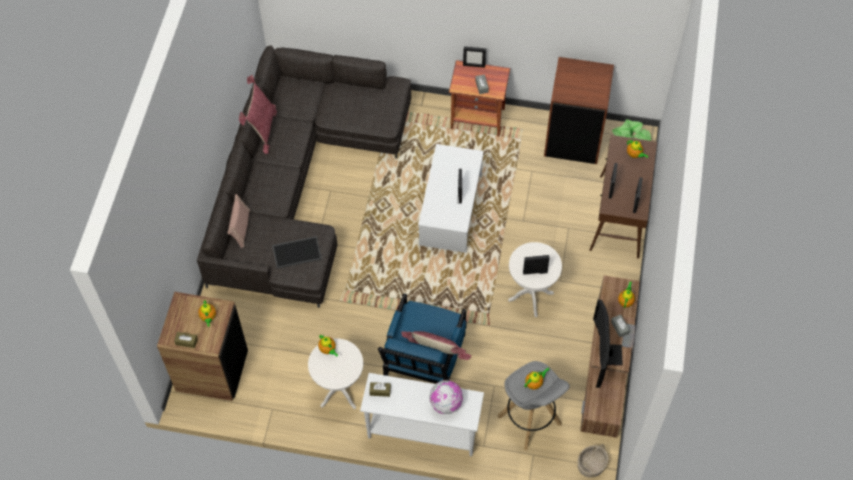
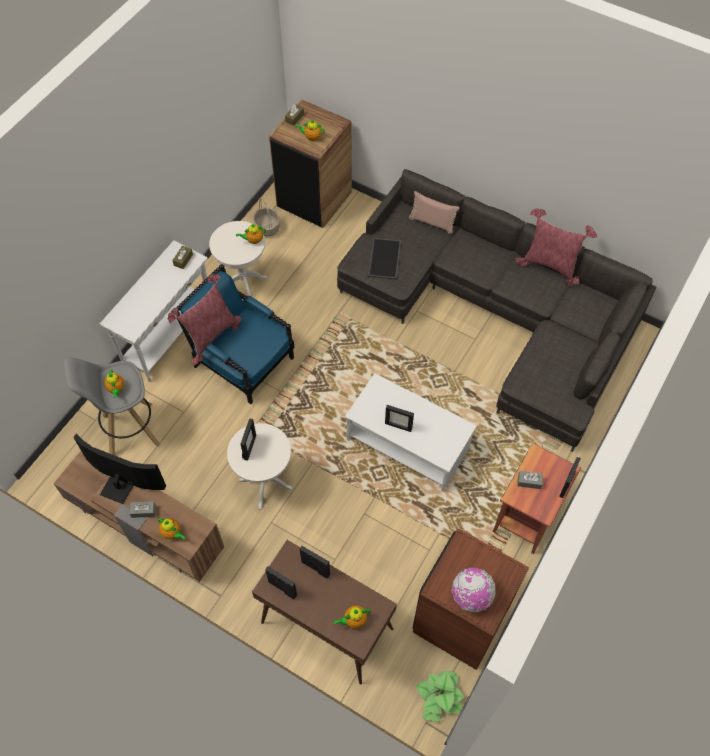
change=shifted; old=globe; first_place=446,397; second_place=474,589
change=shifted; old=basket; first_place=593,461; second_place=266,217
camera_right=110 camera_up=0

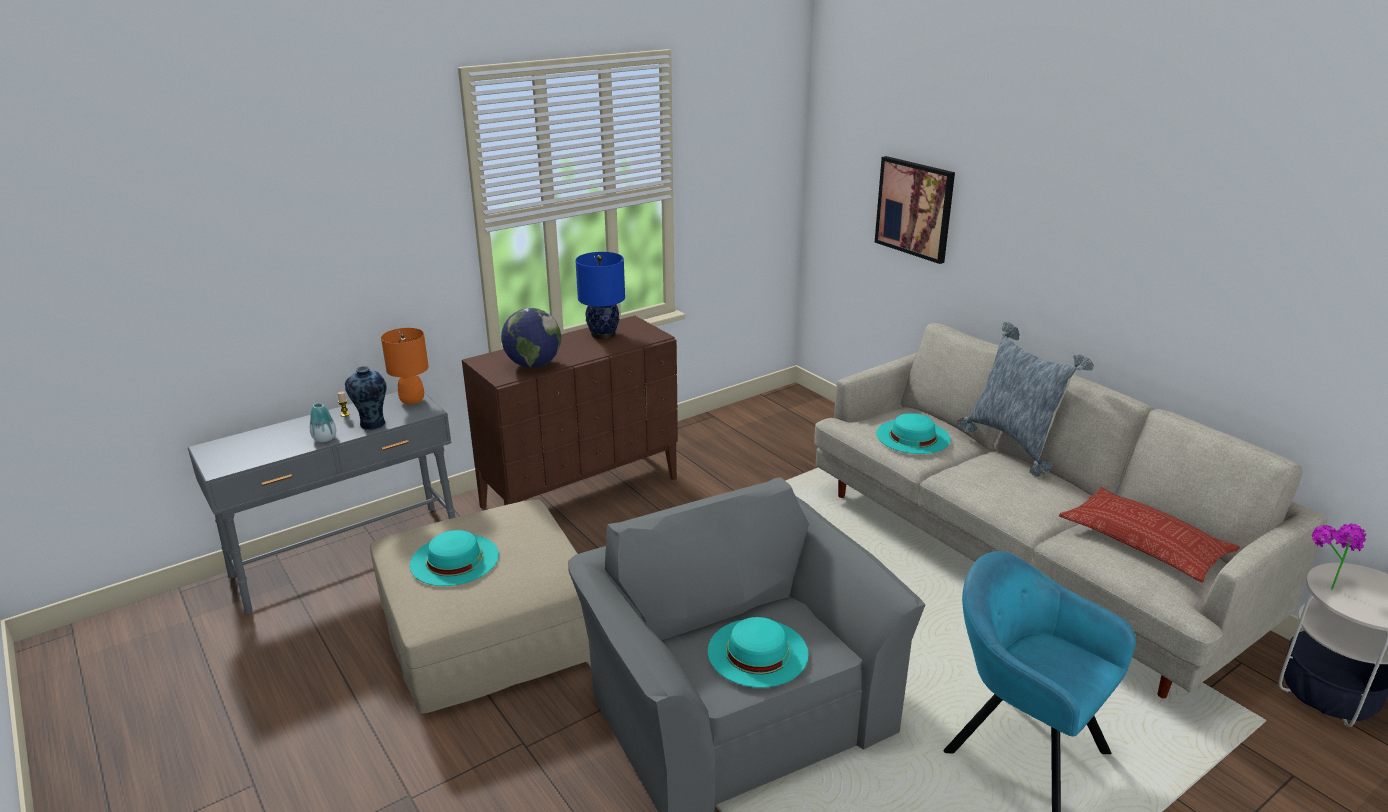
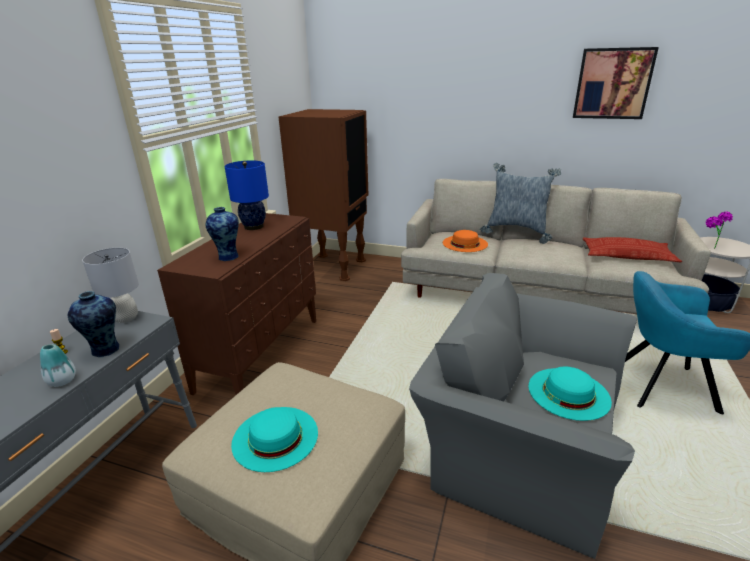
change=repainted; old=orange table lamp; new=grey table lamp; first_place=405,366; second_place=110,285
change=swapped; old=globe; new=vase; first_place=531,338; second_place=222,234
change=shifted; old=picture; first_place=915,210; second_place=616,83
change=repainted; old=turquoise hat; new=orange hat; first_place=913,433; second_place=465,241
change=new; new=brown cabinet; second_place=323,195
camera_right=-35 camera_up=0

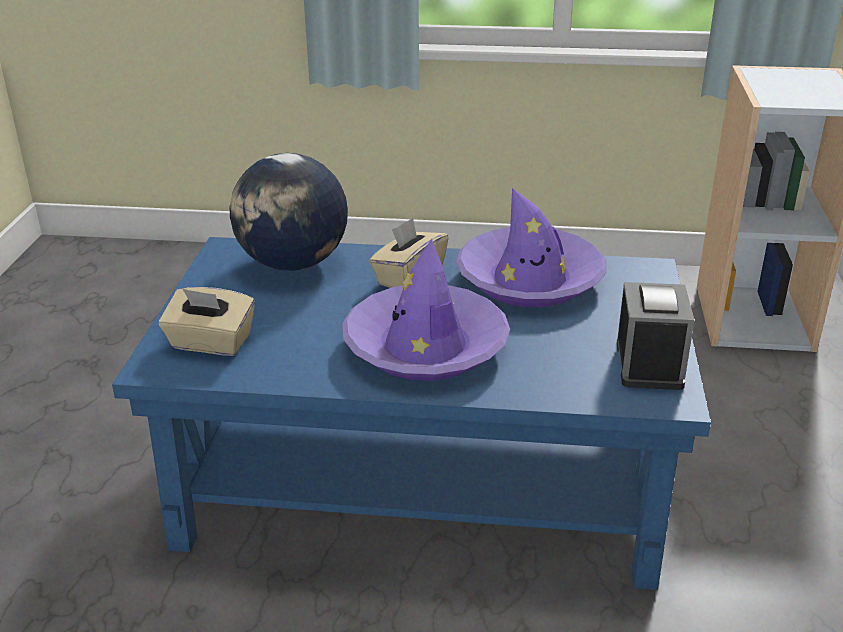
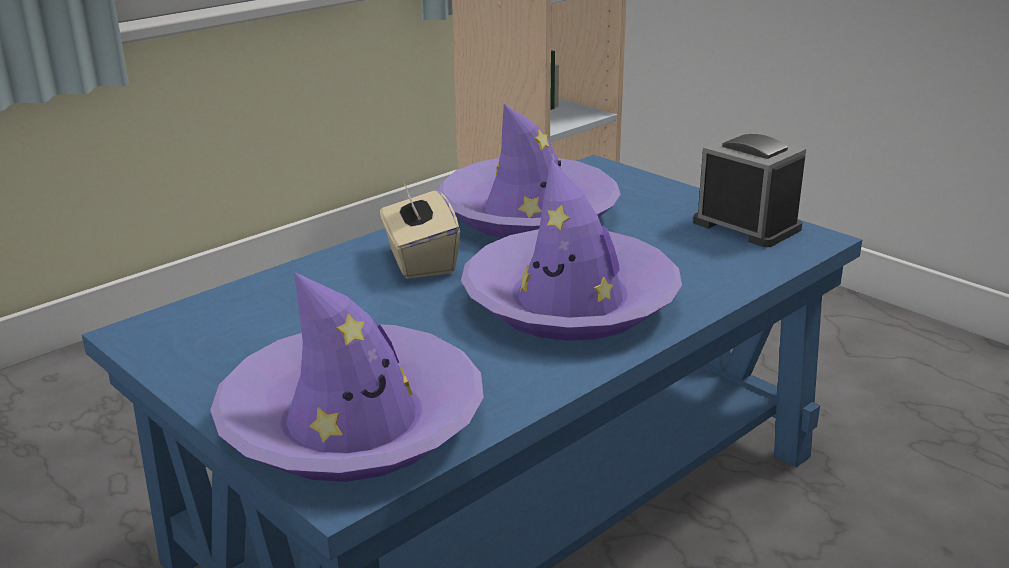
change=swapped; old=beige tissue box; new=purple hat; first_place=207,321; second_place=347,377
change=gone; old=globe; first_place=289,212
camera_right=-50 camera_up=-5

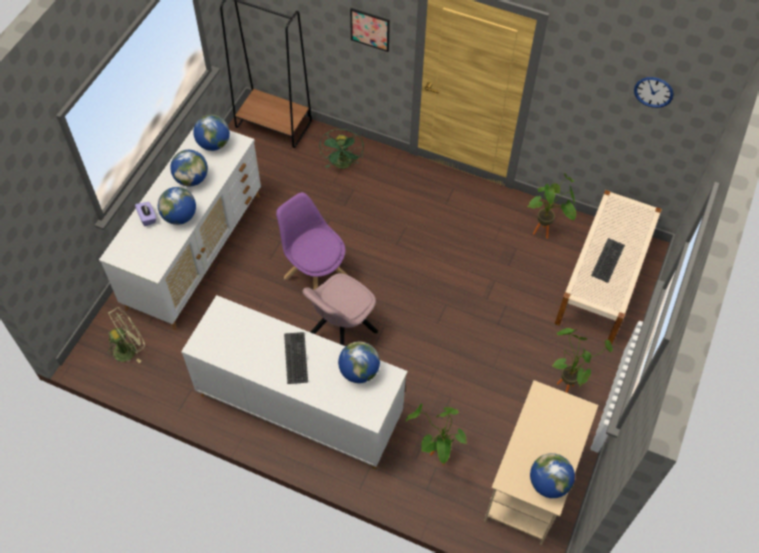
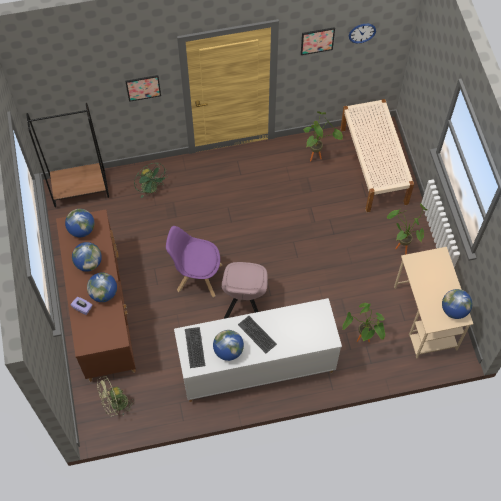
change=repainted; old=white dresser; new=brown dresser; first_place=180,229; second_place=96,295
change=rotated; old=green fan; first_place=125,335; second_place=115,396; degrees=-135
change=shifted; old=globe; first_place=359,362; second_place=228,345
change=shifted; old=keyboard; first_place=608,260; second_place=195,347
change=new; new=picture; second_place=318,41
camera_right=-35 camera_up=5

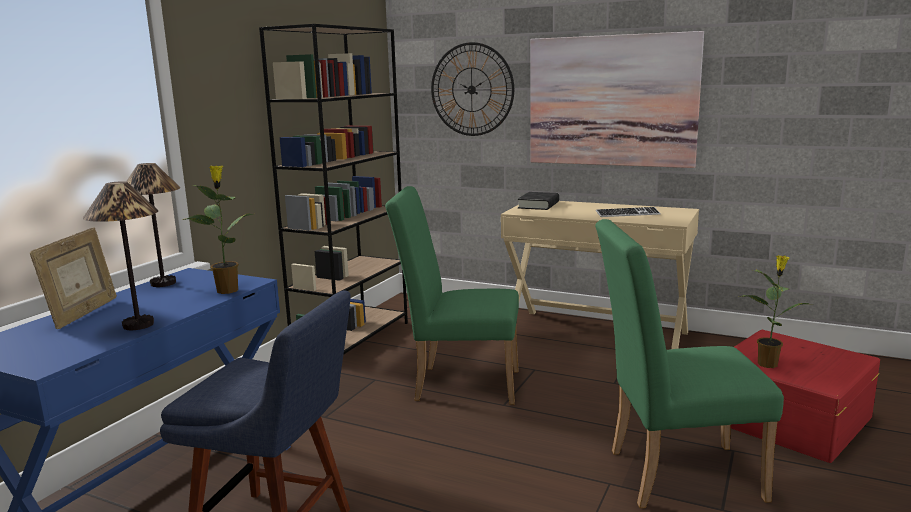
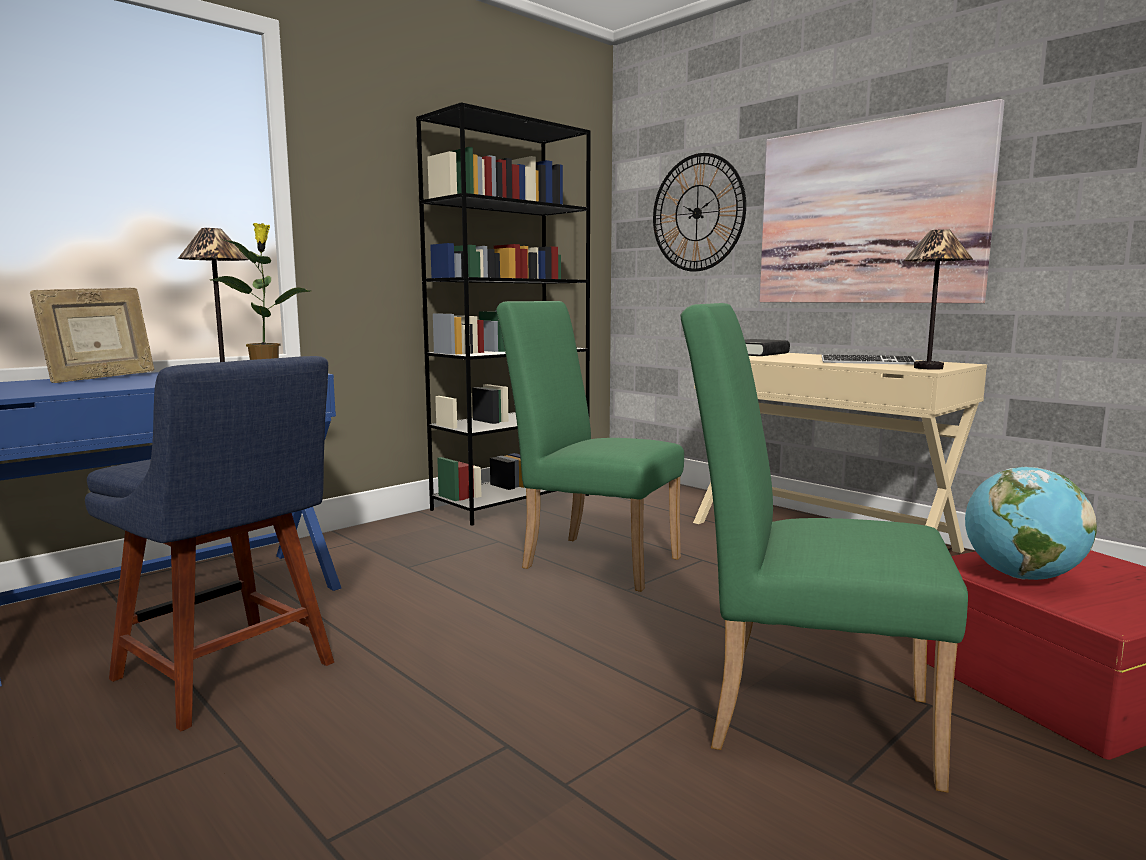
change=shifted; old=table lamp; first_place=120,255; second_place=938,299
change=repainted; old=beige bookcase; new=black bookcase; first_place=333,189; second_place=503,314
change=swapped; old=potted plant; new=globe; first_place=773,311; second_place=1031,523
camera_right=20 camera_up=-5

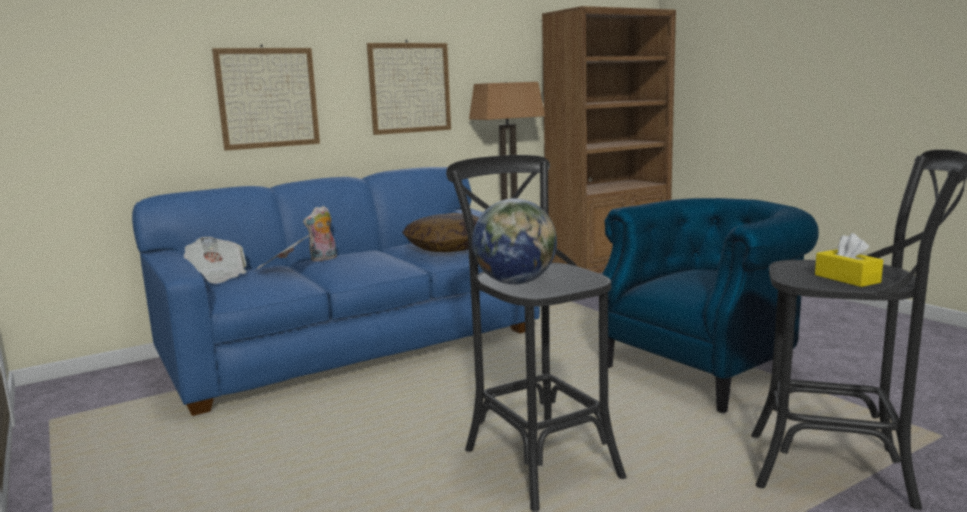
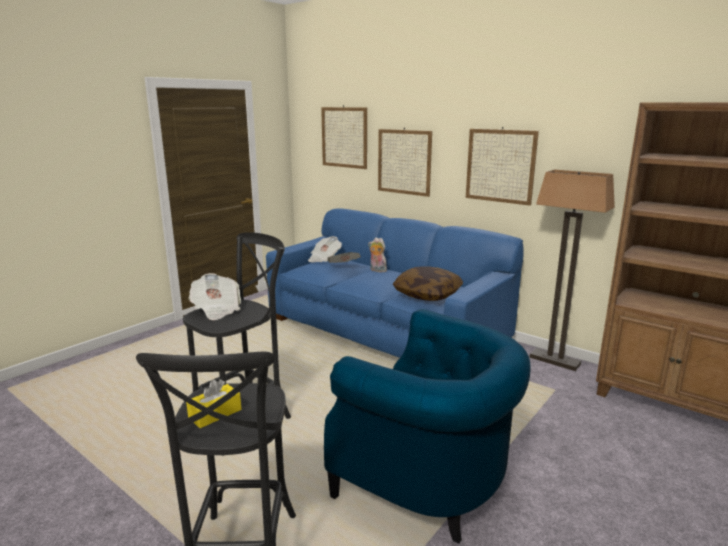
change=swapped; old=globe; new=newspaper; first_place=514,241; second_place=214,296
change=new; new=picture; second_place=344,137
camera_right=70 camera_up=5

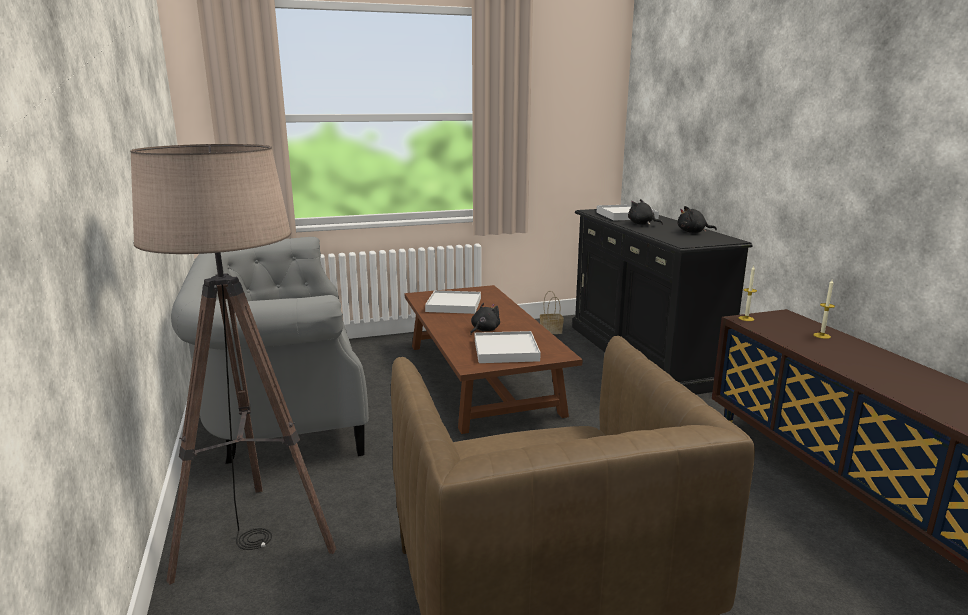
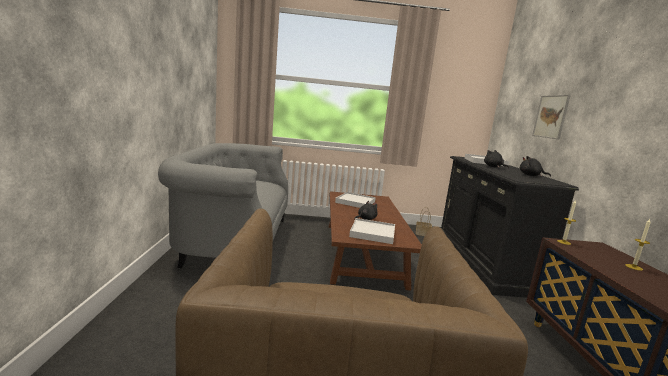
change=gone; old=floor lamp; first_place=233,364
change=new; new=picture; second_place=551,117
camera_right=15 camera_up=-5

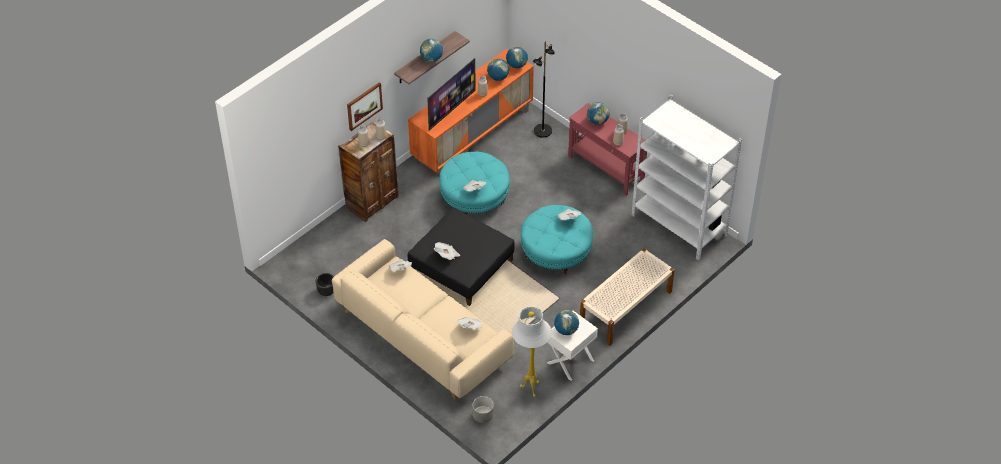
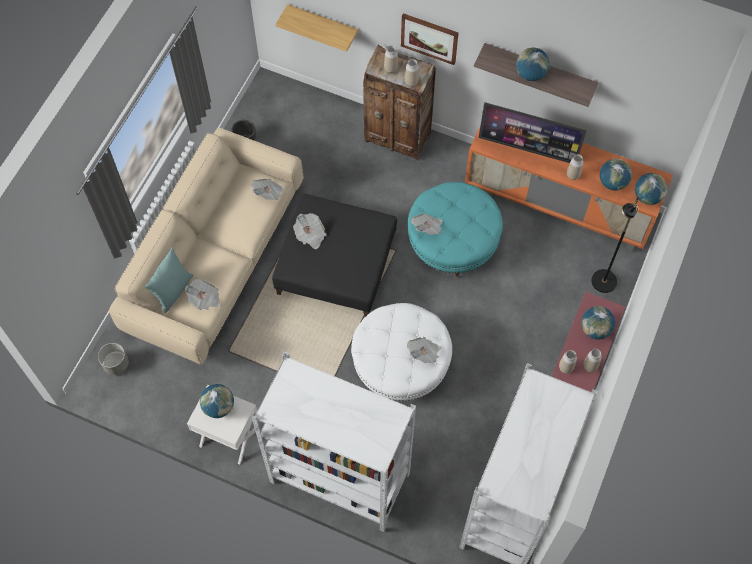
change=gone; old=white floor lamp; first_place=532,351
change=repainted; old=turquoise ottoman; new=white ottoman; first_place=557,240; second_place=401,352
change=swapped; old=beige bench; new=white bookcase; first_place=627,297; second_place=333,442
change=new; new=turquoise pillow; second_place=169,280
change=new; new=shelf; second_place=316,28
camera_right=70 camera_up=15

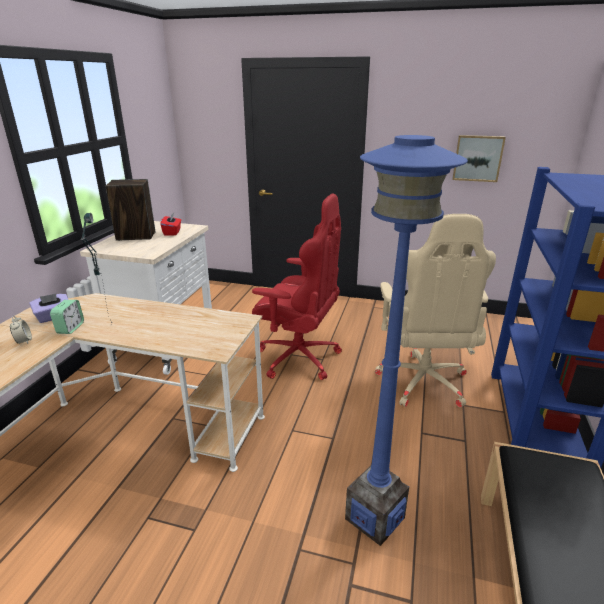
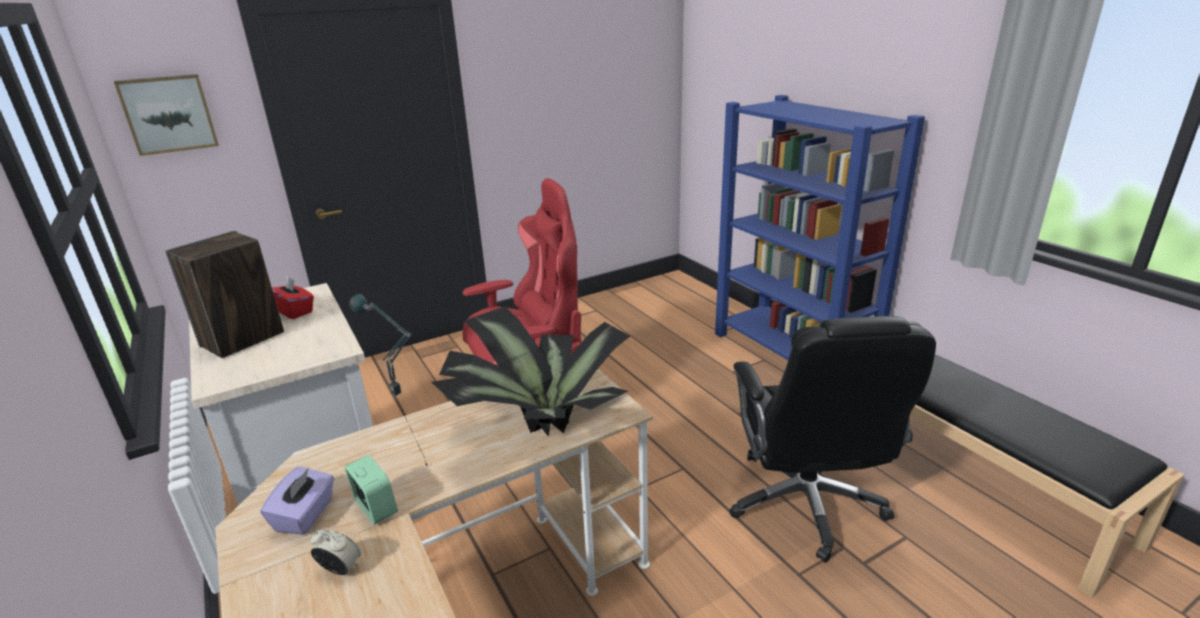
change=swapped; old=blue floor lamp; new=black office chair; first_place=406,340; second_place=832,439
change=gone; old=beige office chair; first_place=435,310
change=shifted; old=picture; first_place=479,158; second_place=166,115
change=new; new=potted plant; second_place=531,371
camera_right=-45 camera_up=0

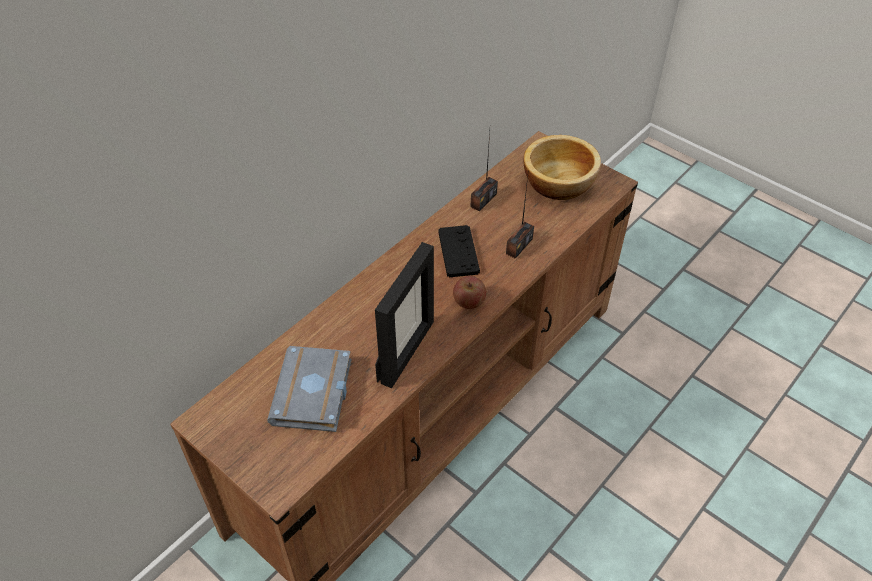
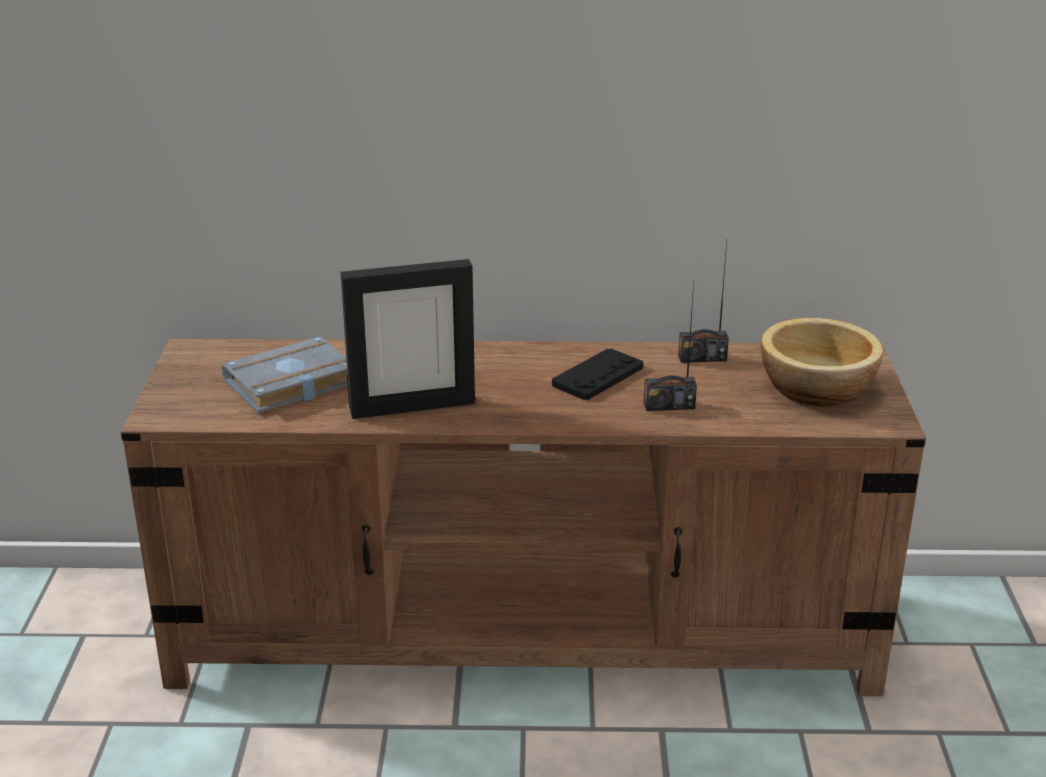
change=gone; old=apple; first_place=469,292
camera_right=50 camera_up=-20

